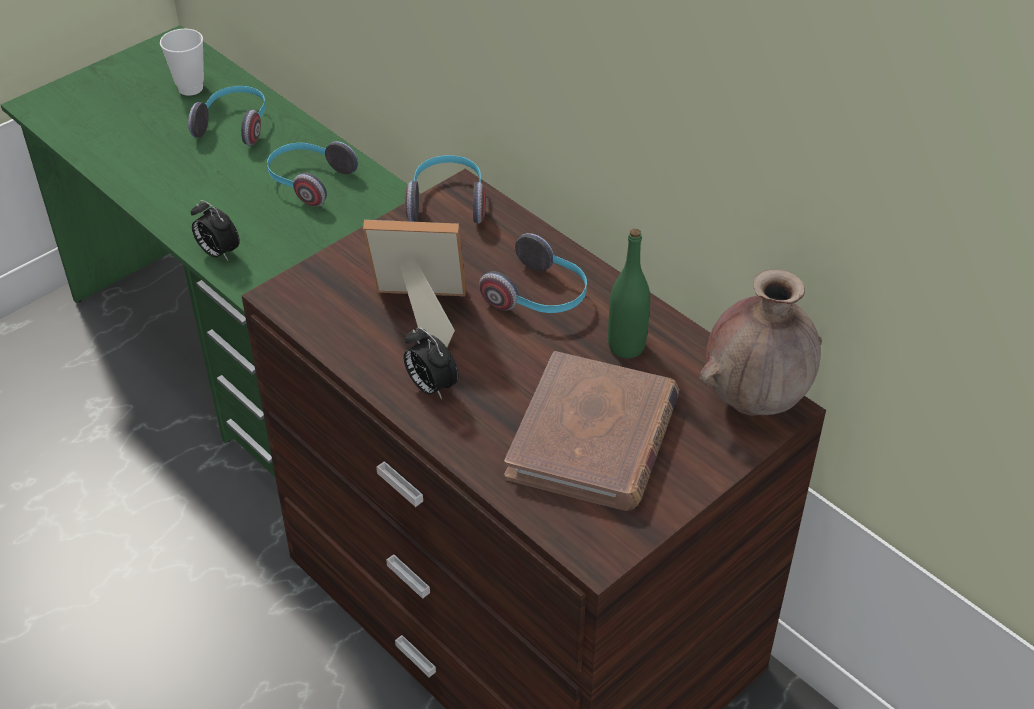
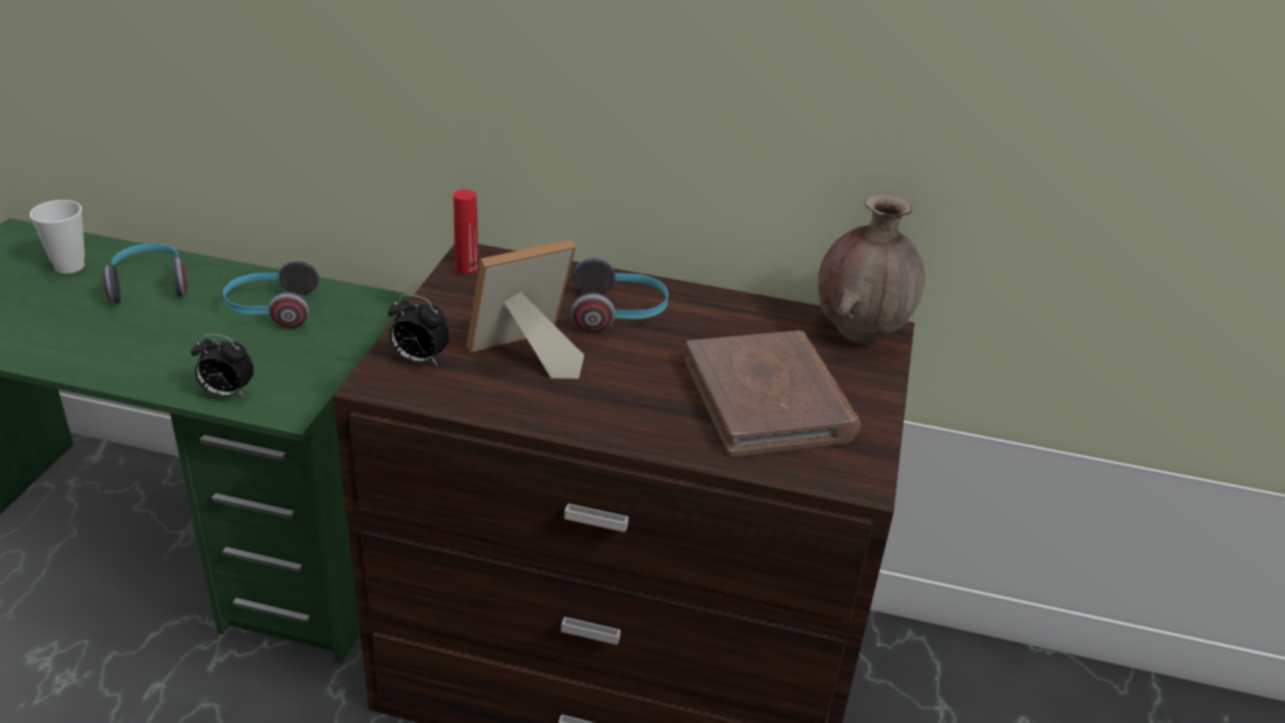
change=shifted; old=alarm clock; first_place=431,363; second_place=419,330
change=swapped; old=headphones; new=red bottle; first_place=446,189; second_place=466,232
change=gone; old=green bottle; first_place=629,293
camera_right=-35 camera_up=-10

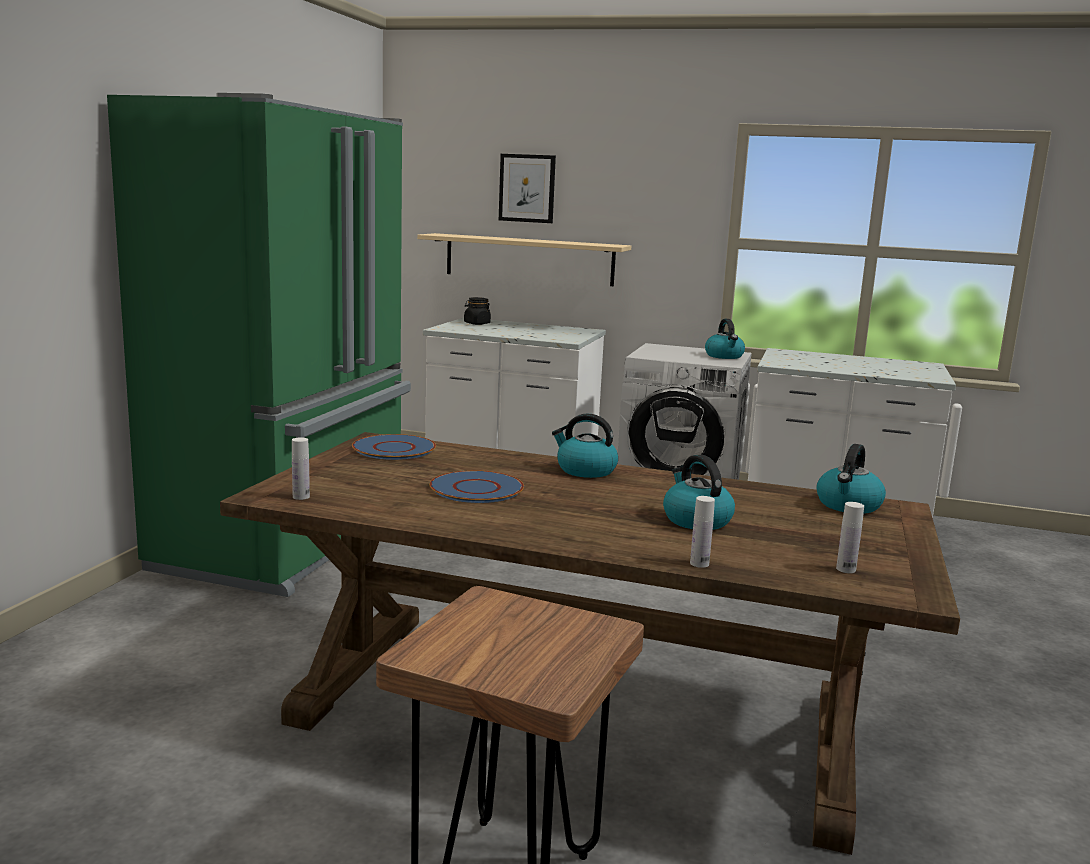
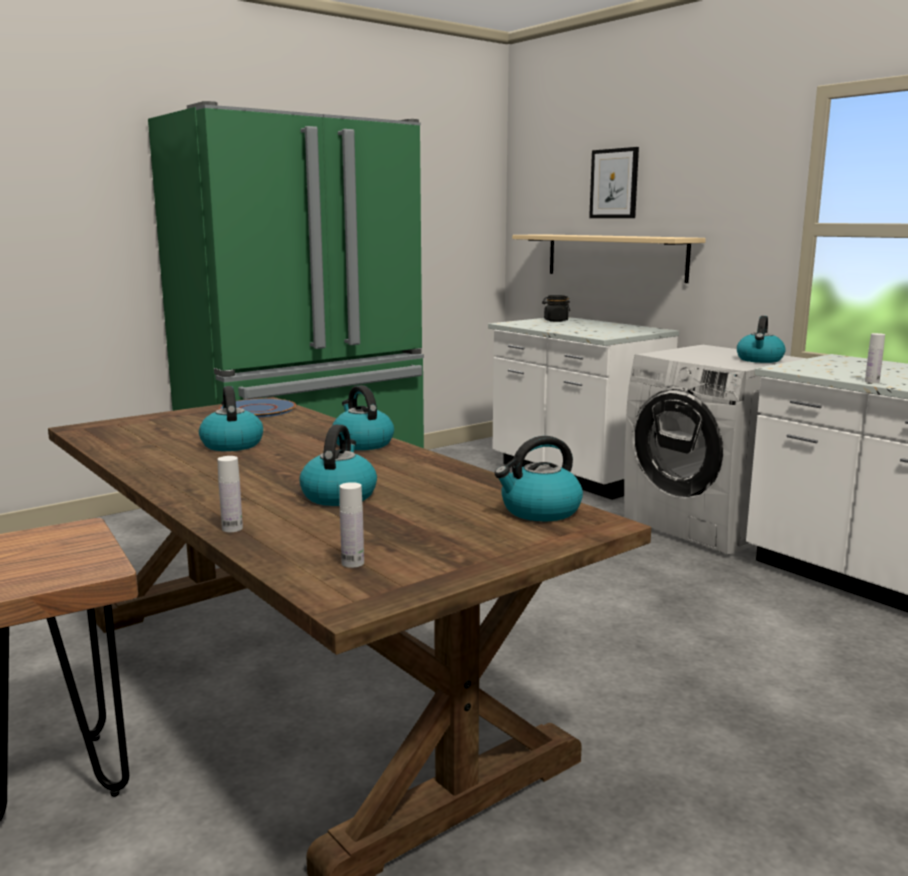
change=shifted; old=white bottle; first_place=301,468; second_place=875,358
change=swapped; old=blue plate; new=kettle; first_place=476,486; second_place=231,418
camera_right=35 camera_up=0

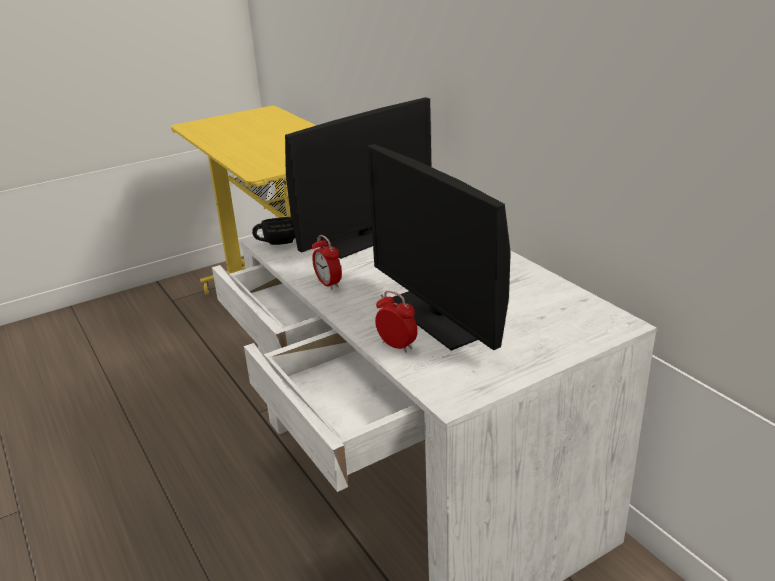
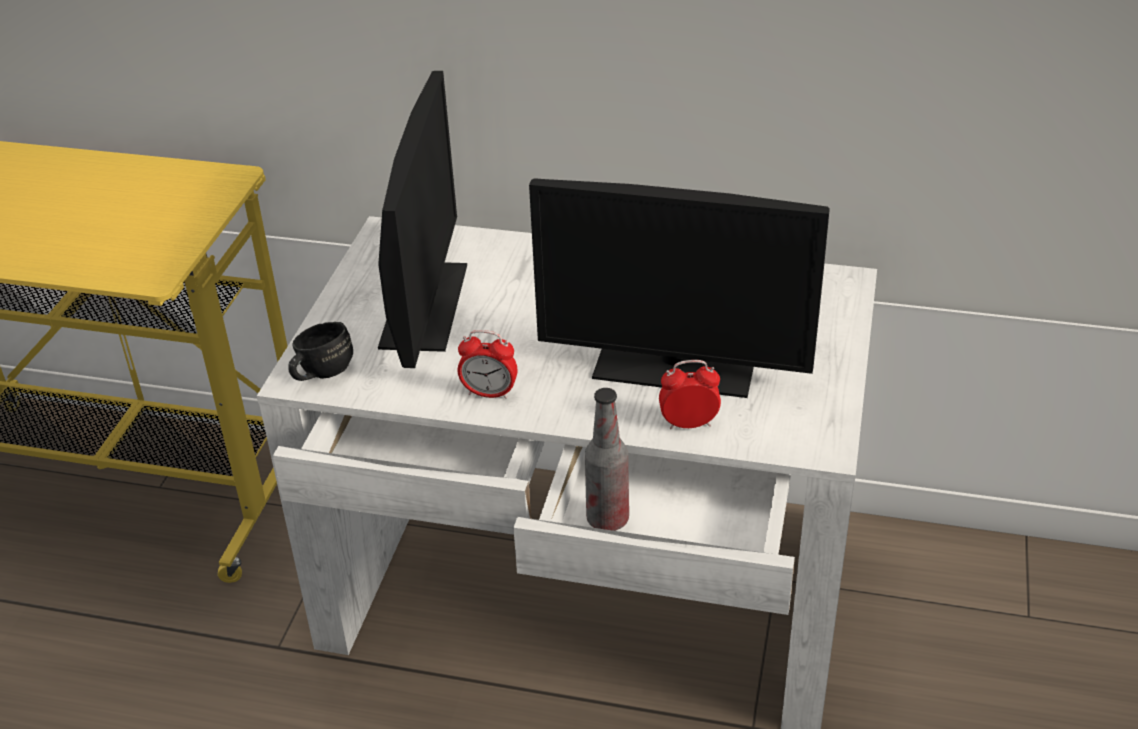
change=new; new=bottle; second_place=607,459
camera_right=-45 camera_up=10

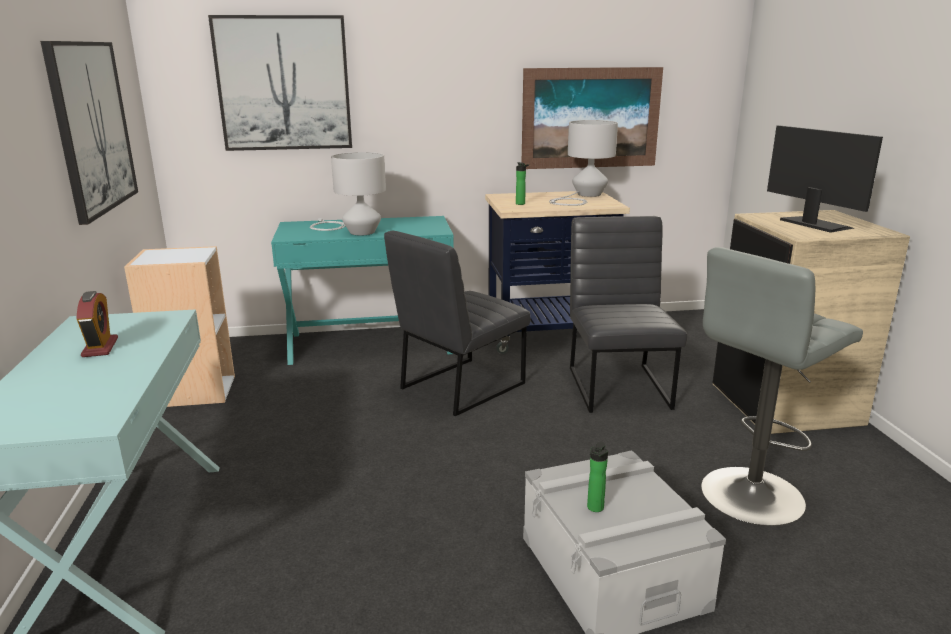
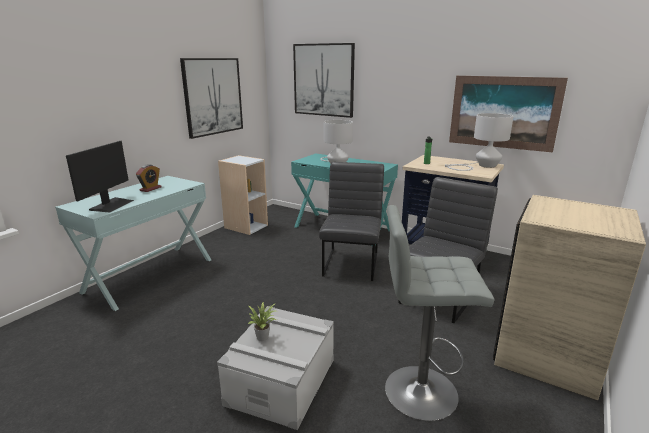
change=rotated; old=grey chair; first_place=457,323; second_place=351,221; degrees=105
change=swapped; old=bottle; new=potted plant; first_place=597,477; second_place=262,321
change=shifted; old=monitor; first_place=825,179; second_place=100,176
camera_right=40 camera_up=0

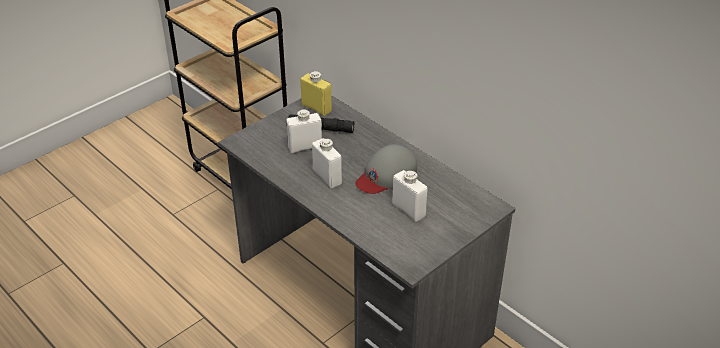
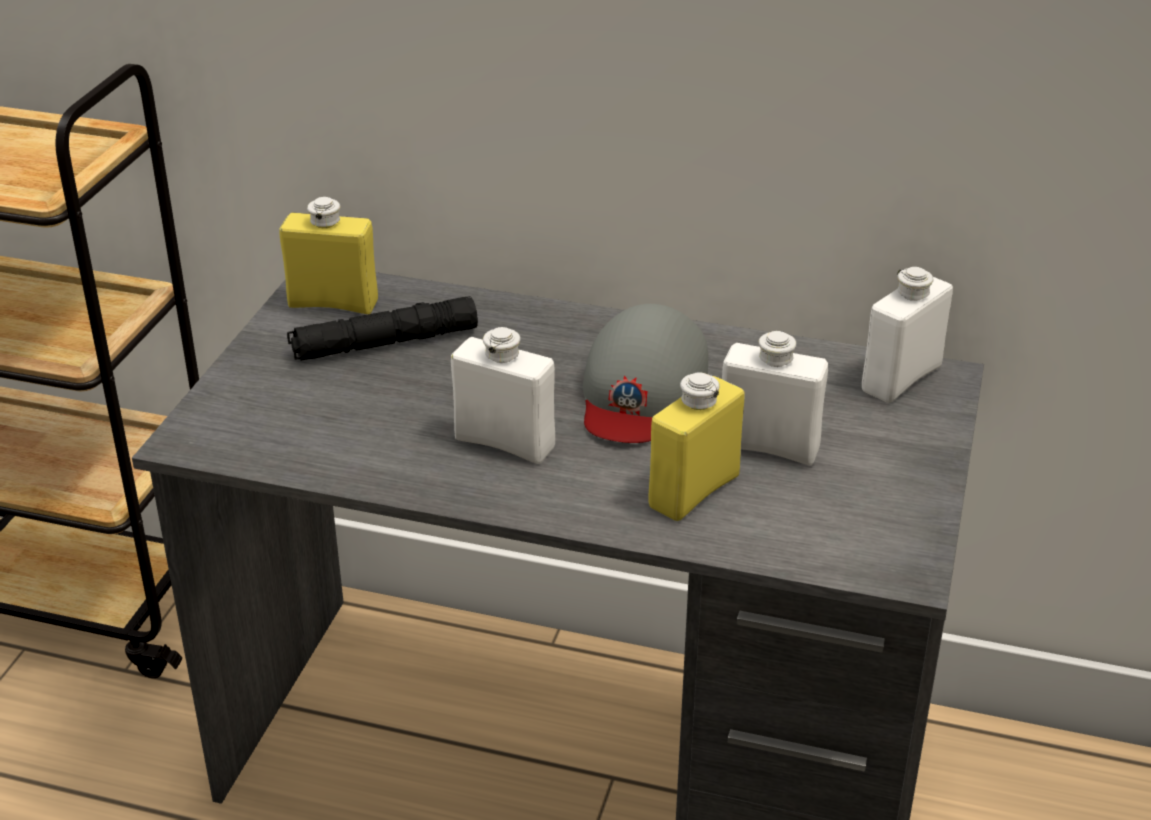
change=shifted; old=white bottle; first_place=304,131; second_place=907,335
change=new; new=yellow bottle; second_place=696,446
camera_right=-30 camera_up=-5

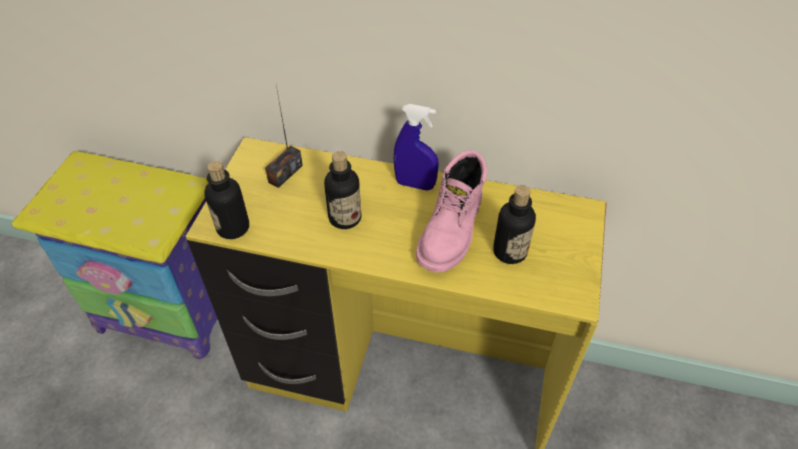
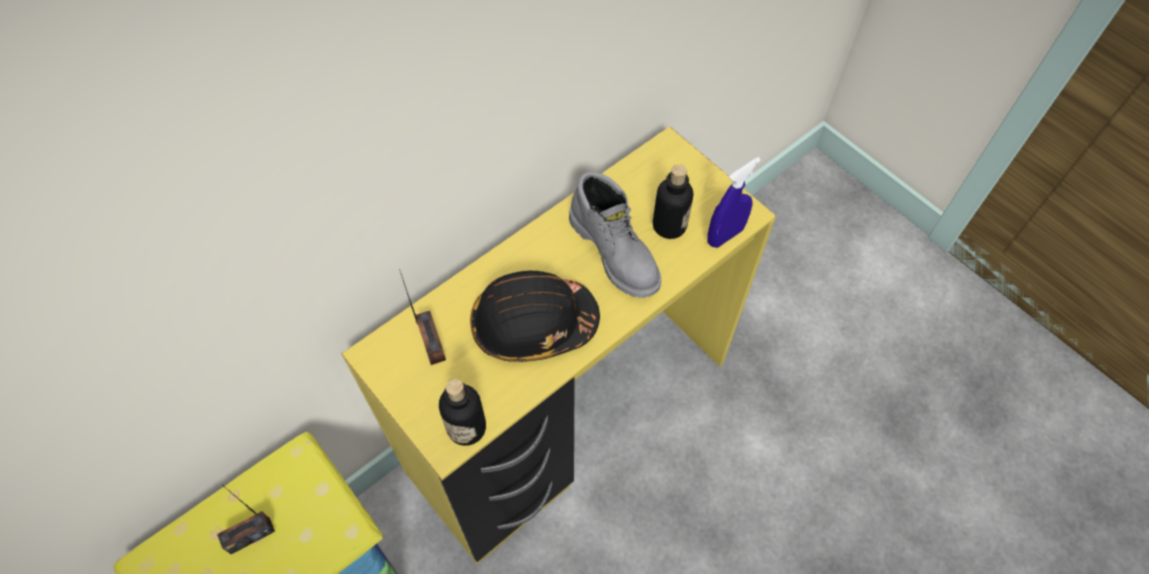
change=swapped; old=bottle; new=black hard hat; first_place=342,190; second_place=535,316
change=shifted; old=blue spray bottle; first_place=416,147; second_place=734,202
change=repainted; old=pink boot; new=grey boot; first_place=451,211; second_place=615,235
change=new; new=radio; second_place=246,519
camera_right=-55 camera_up=10

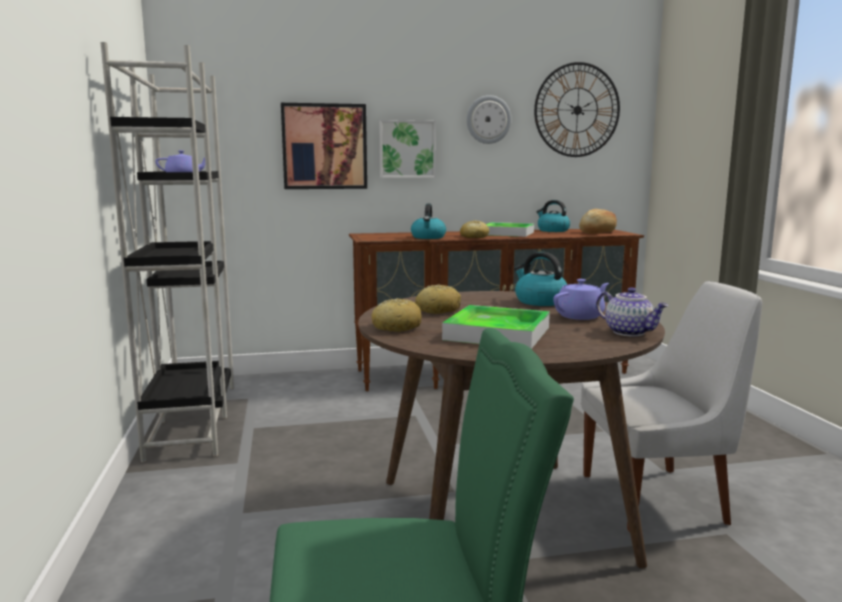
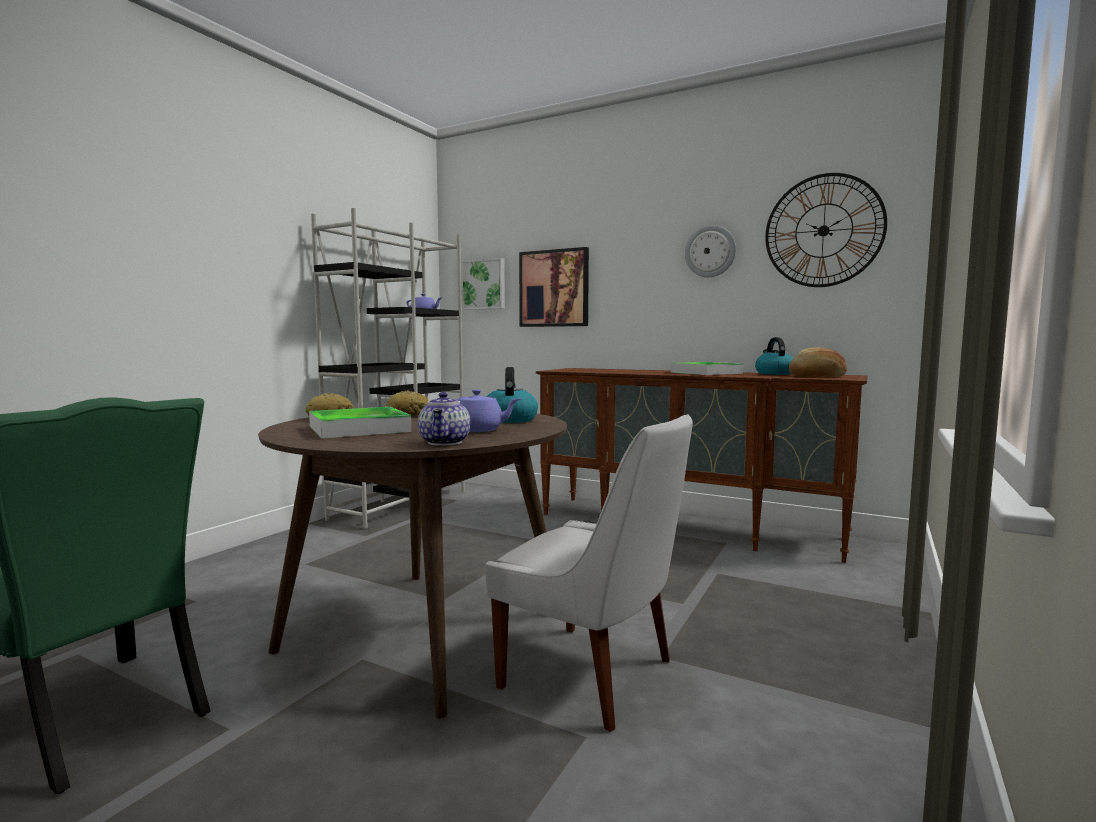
change=shifted; old=picture; first_place=407,149; second_place=483,284
change=gone; old=kettle; first_place=428,221
change=gone; old=bread; first_place=474,229
camera_right=40 camera_up=-5

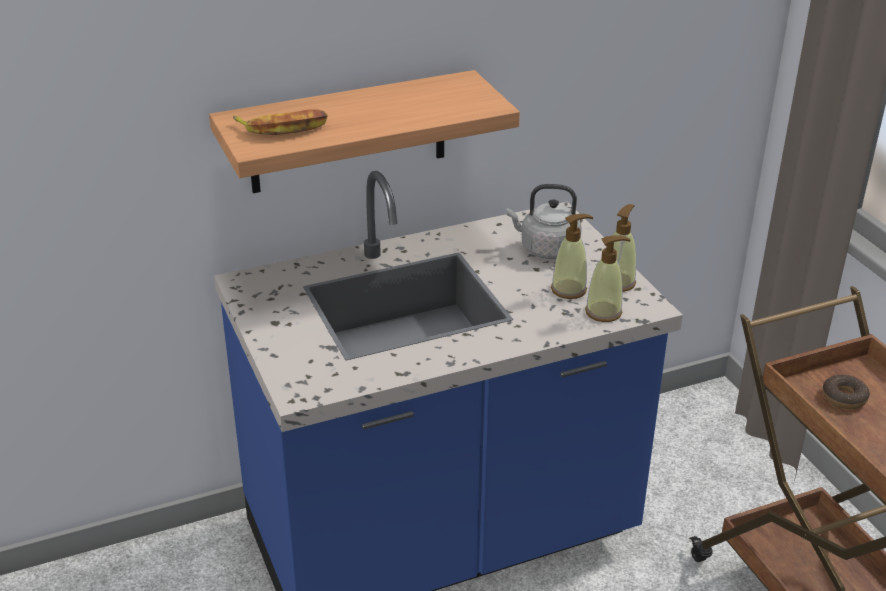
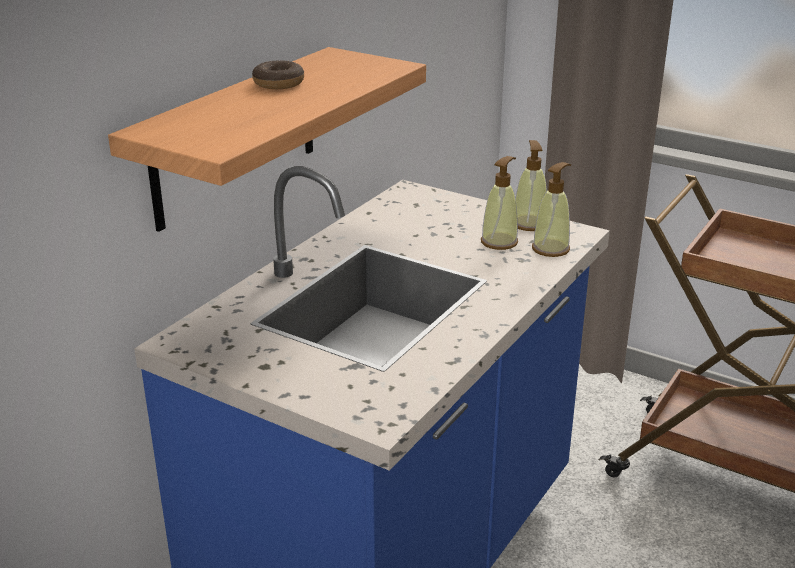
change=gone; old=banana; first_place=280,122
change=gone; old=grey kettle; first_place=544,221
change=shifted; old=donut; first_place=846,391; second_place=278,74
camera_right=-35 camera_up=-5

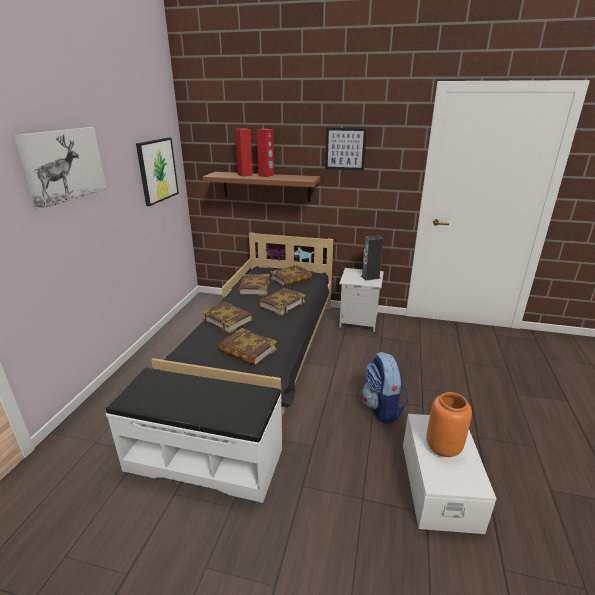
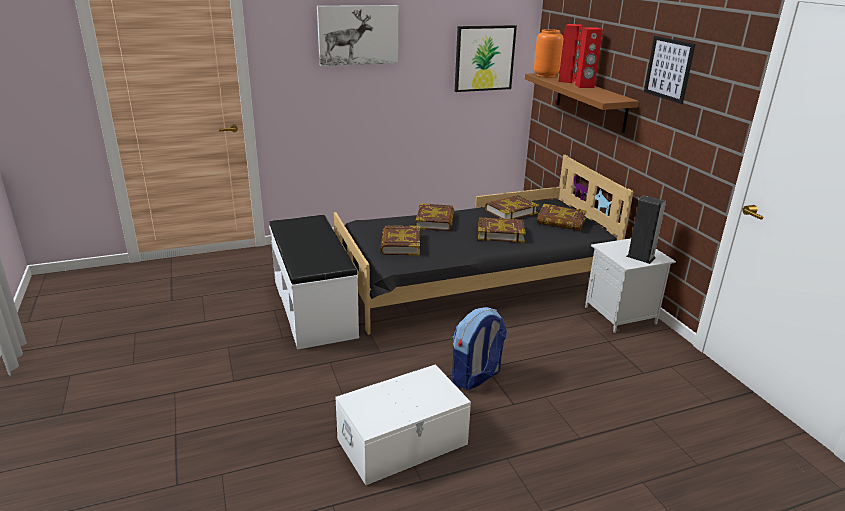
change=shifted; old=orange vase; first_place=449,424; second_place=548,53
camera_right=55 camera_up=0

